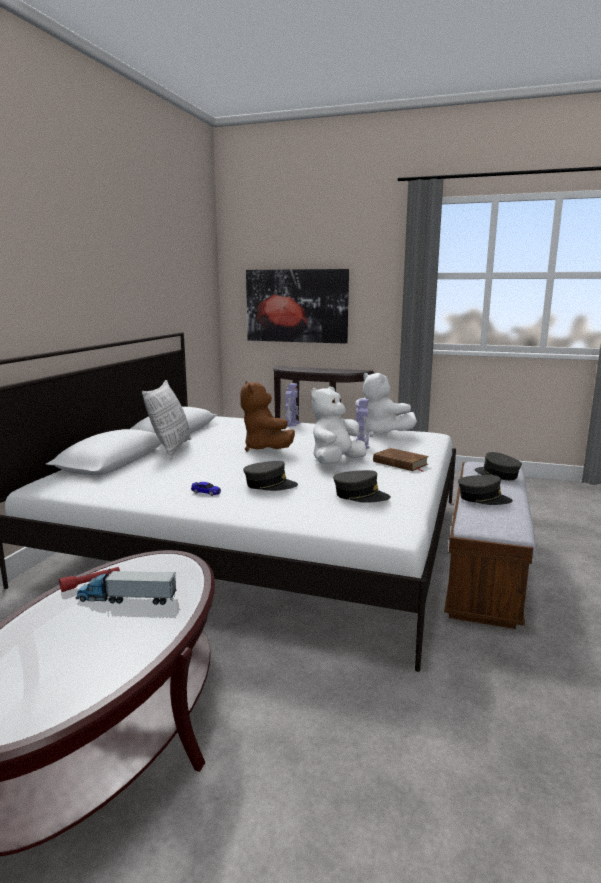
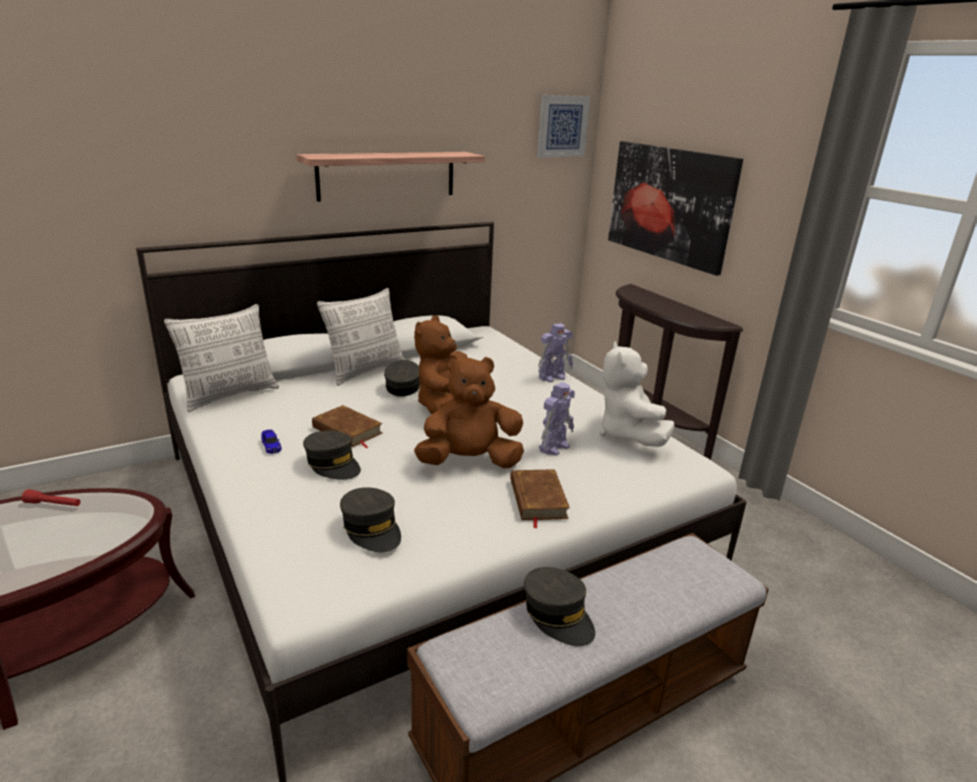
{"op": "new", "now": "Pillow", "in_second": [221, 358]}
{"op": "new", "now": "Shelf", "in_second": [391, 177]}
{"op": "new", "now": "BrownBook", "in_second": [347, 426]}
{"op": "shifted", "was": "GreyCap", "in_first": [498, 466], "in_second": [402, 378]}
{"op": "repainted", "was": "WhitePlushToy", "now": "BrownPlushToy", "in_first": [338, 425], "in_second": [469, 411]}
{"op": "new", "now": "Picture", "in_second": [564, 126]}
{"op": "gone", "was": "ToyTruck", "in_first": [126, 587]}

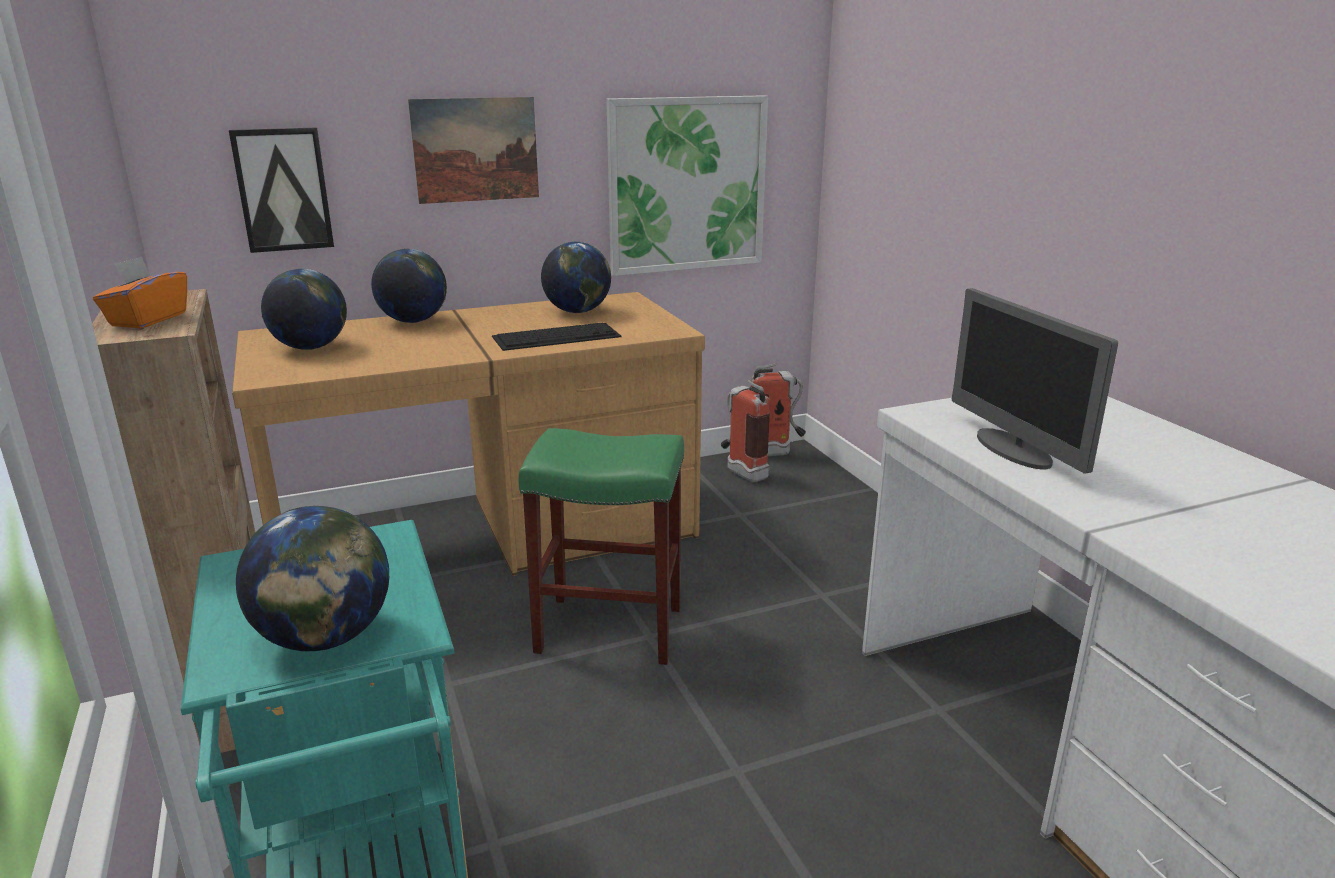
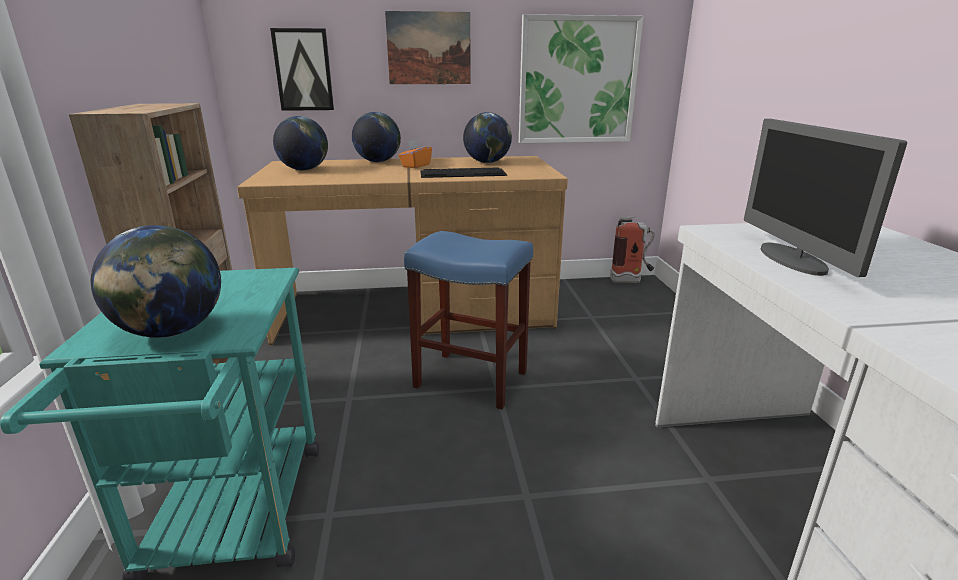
{"op": "shifted", "was": "OrangeTissueBox", "in_first": [140, 292], "in_second": [415, 153]}
{"op": "repainted", "was": "GreenStool", "now": "BlueStool", "in_first": [601, 546], "in_second": [468, 320]}
{"op": "gone", "was": "FireExtinguisher", "in_first": [745, 431]}

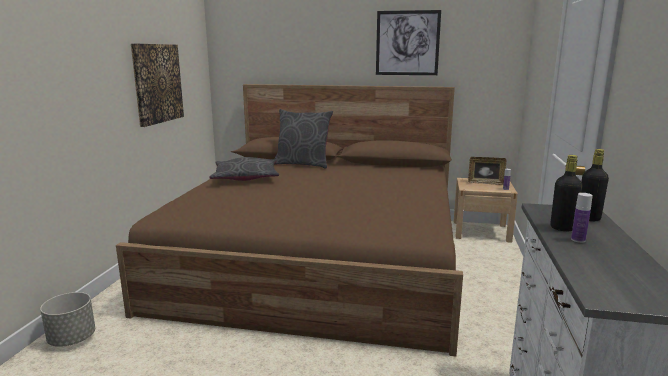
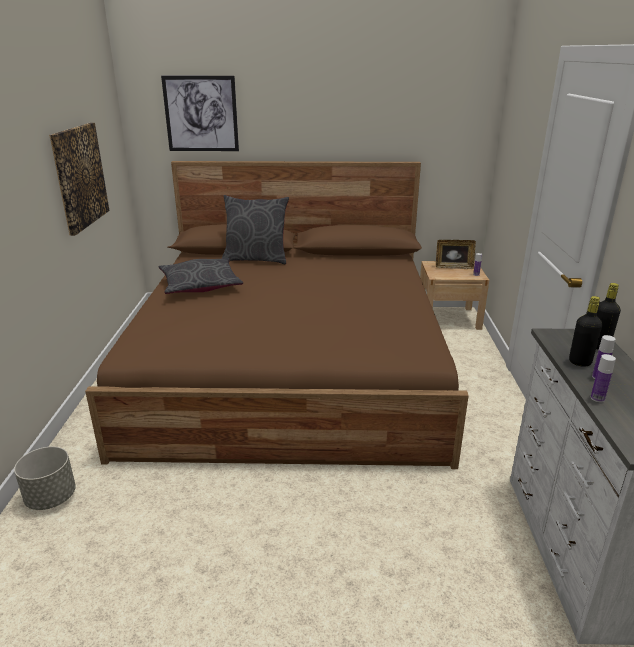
{"op": "shifted", "was": "Picture", "in_first": [408, 42], "in_second": [200, 113]}
{"op": "new", "now": "Bottle", "in_second": [603, 378]}

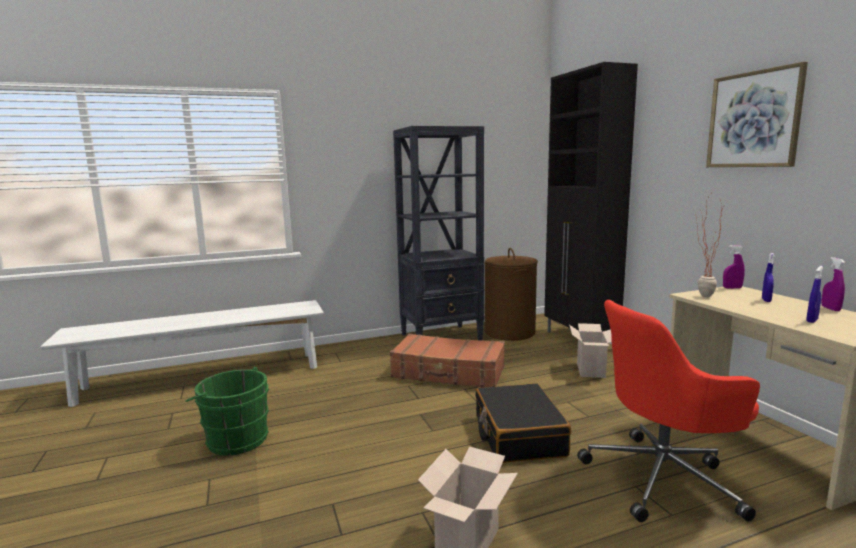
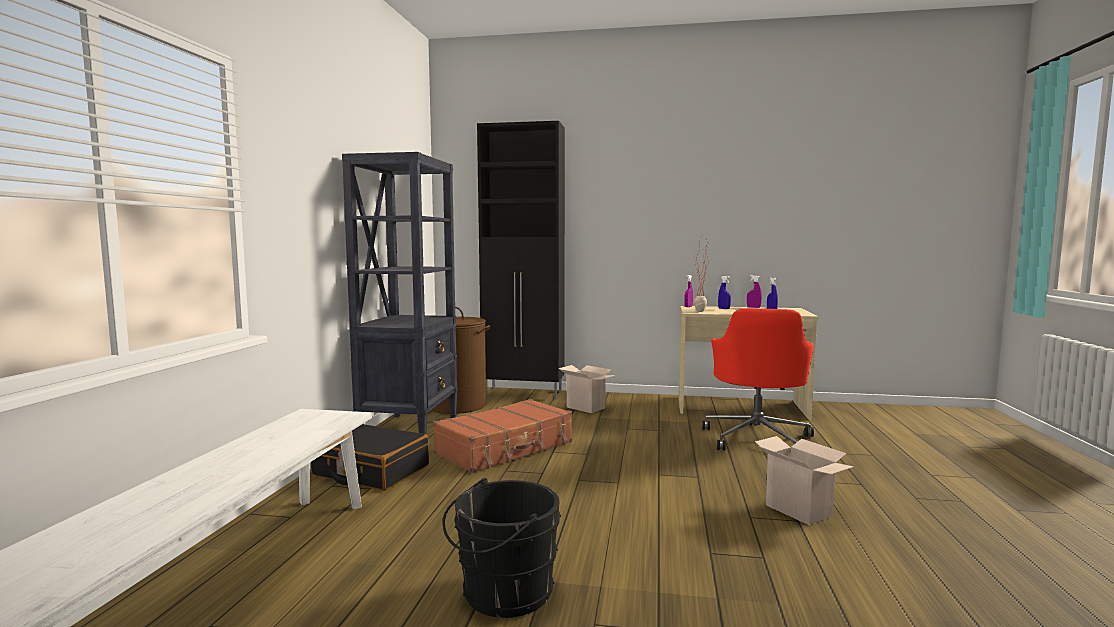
{"op": "shifted", "was": "BlackSuitcase", "in_first": [523, 423], "in_second": [370, 457]}
{"op": "repainted", "was": "GreenBucket", "now": "BlackBucket", "in_first": [227, 411], "in_second": [501, 548]}
{"op": "gone", "was": "Picture", "in_first": [757, 114]}

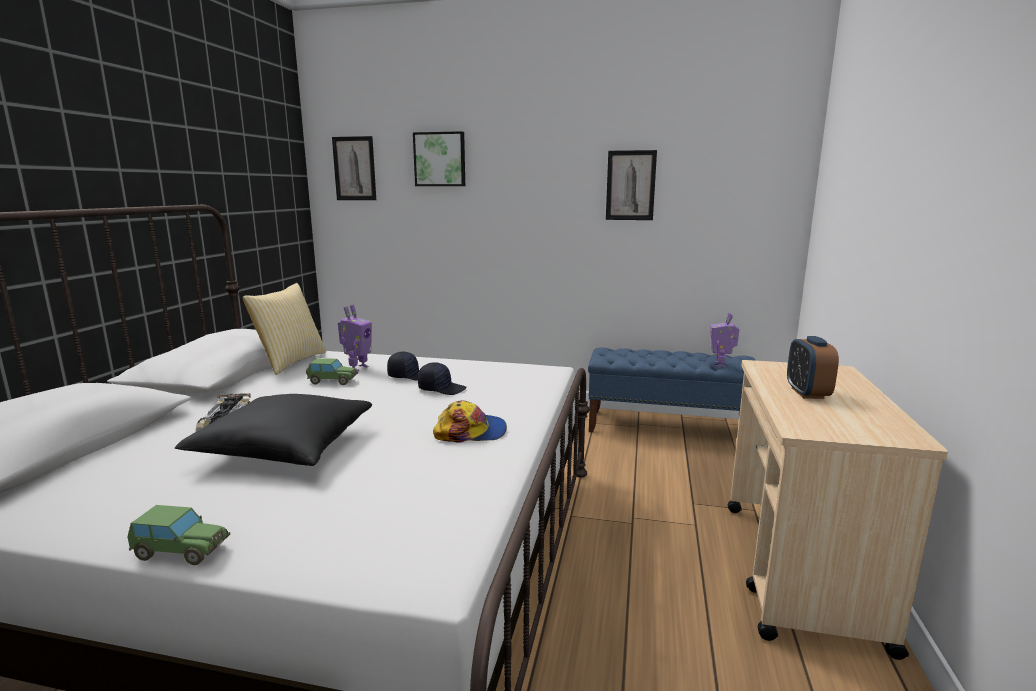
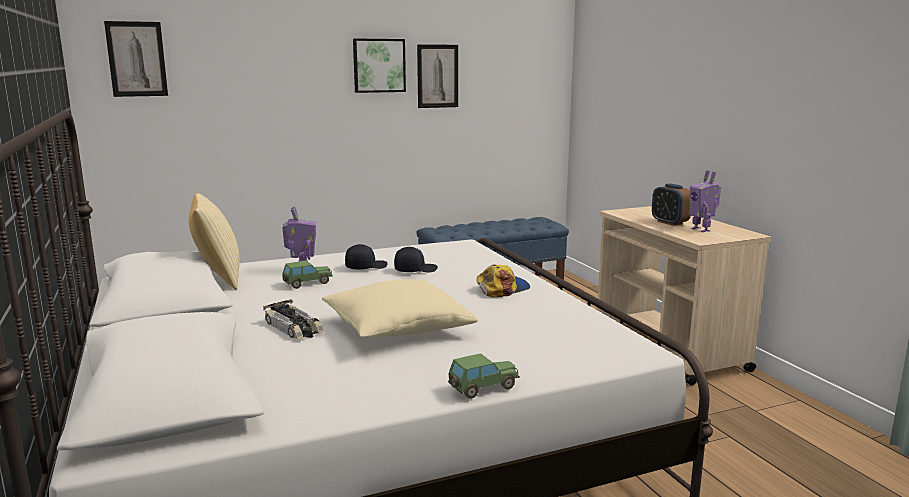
{"op": "repainted", "was": "BlackPillow", "now": "BeigePillow", "in_first": [273, 430], "in_second": [400, 308]}
{"op": "shifted", "was": "Picture", "in_first": [439, 158], "in_second": [379, 66]}
{"op": "shifted", "was": "ToyRobot", "in_first": [725, 340], "in_second": [705, 201]}

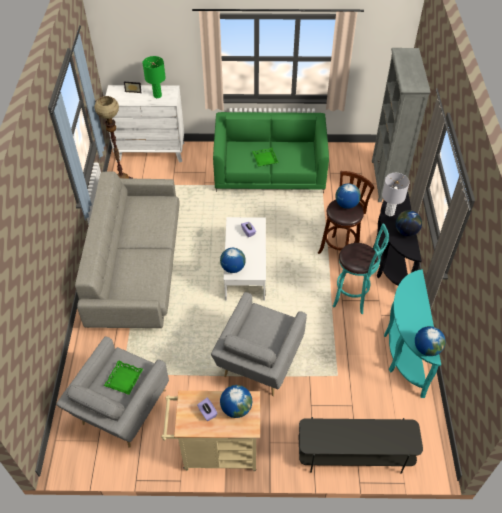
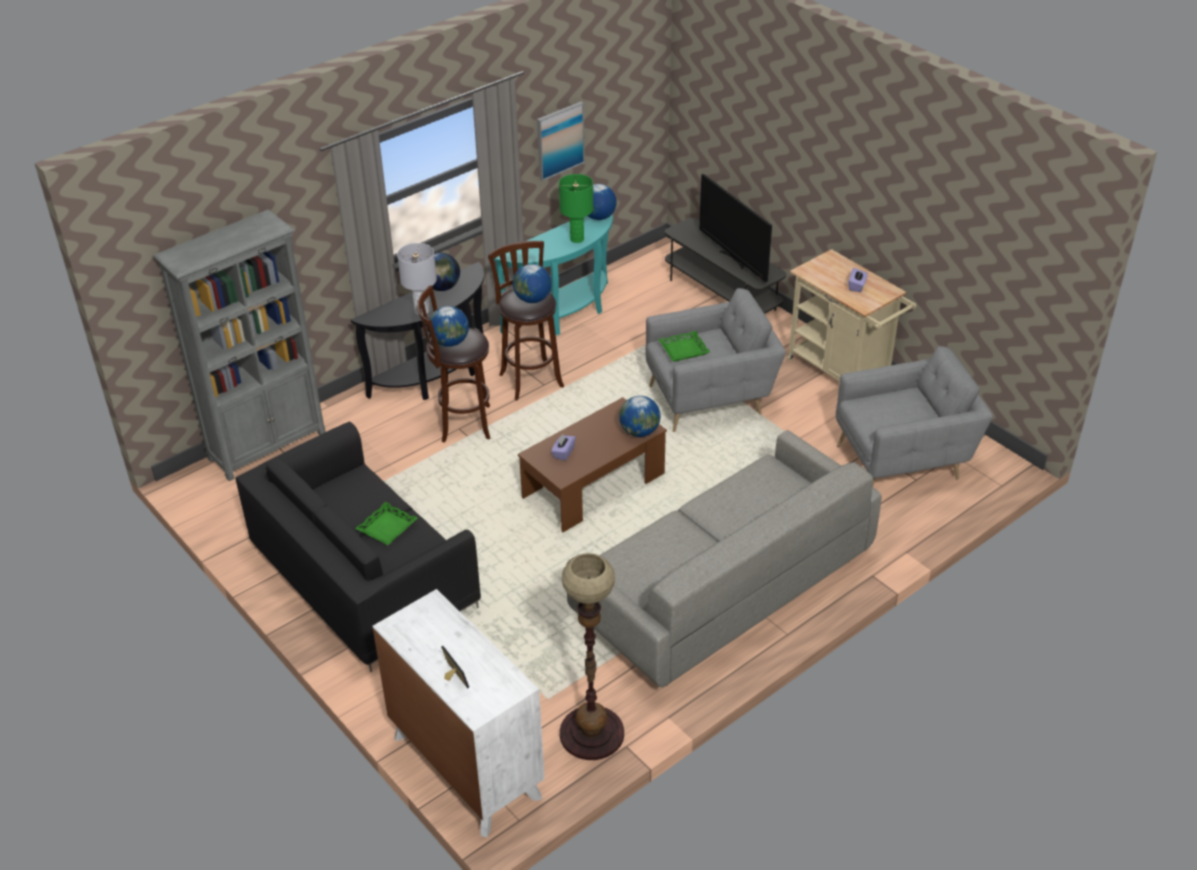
{"op": "repainted", "was": "GreenSofa", "now": "BlackSofa", "in_first": [271, 152], "in_second": [358, 547]}
{"op": "repainted", "was": "TurquoiseStool", "now": "BrownStool", "in_first": [360, 268], "in_second": [526, 321]}
{"op": "shifted", "was": "Globe", "in_first": [236, 401], "in_second": [532, 283]}
{"op": "repainted", "was": "WhiteCoffeeTable", "now": "BrownCoffeeTable", "in_first": [245, 259], "in_second": [592, 464]}
{"op": "new", "now": "Picture", "in_second": [561, 141]}
{"op": "shifted", "was": "GreenTableLamp", "in_first": [154, 77], "in_second": [576, 208]}
{"op": "shifted", "was": "GreenTray", "in_first": [123, 377], "in_second": [684, 346]}
{"op": "new", "now": "Television", "in_second": [735, 228]}

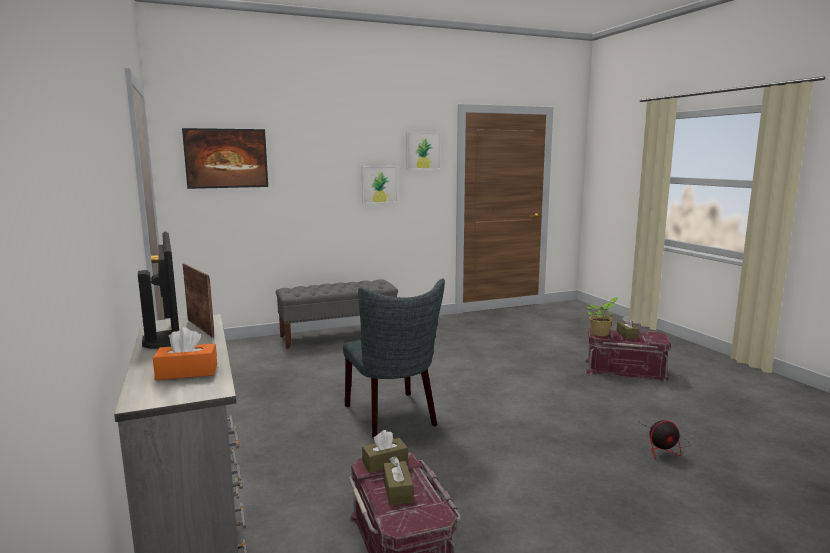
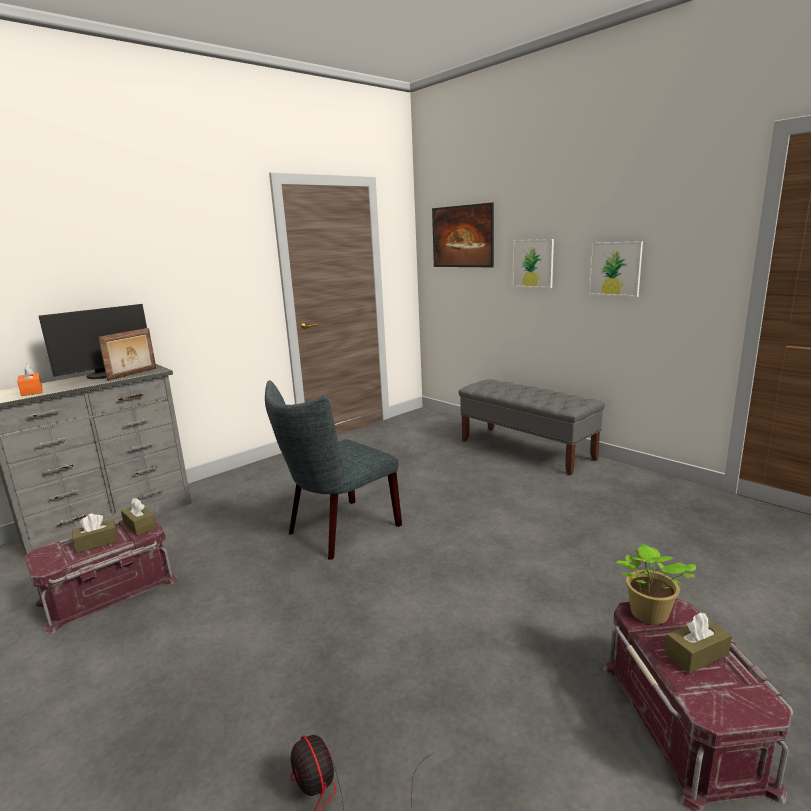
{"op": "shifted", "was": "Picture", "in_first": [423, 151], "in_second": [533, 263]}

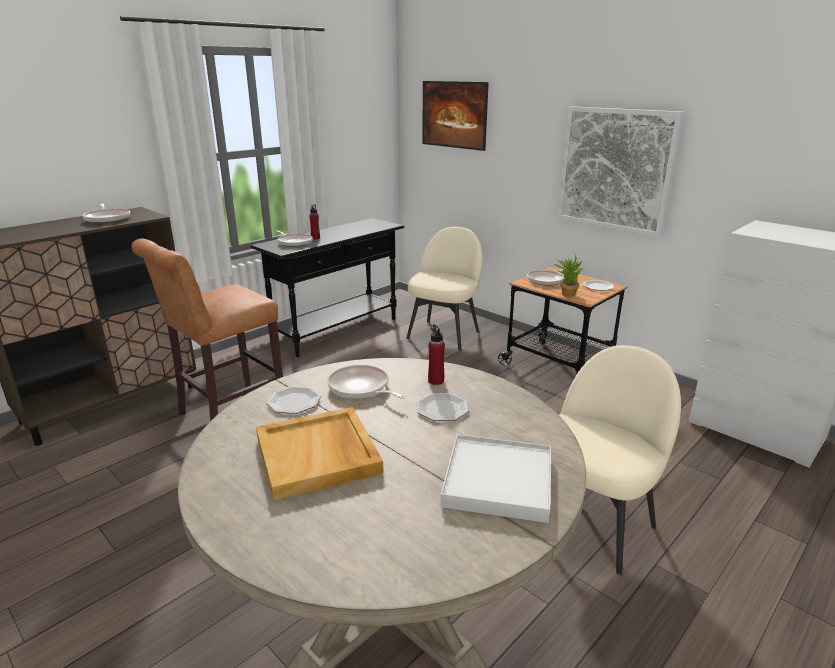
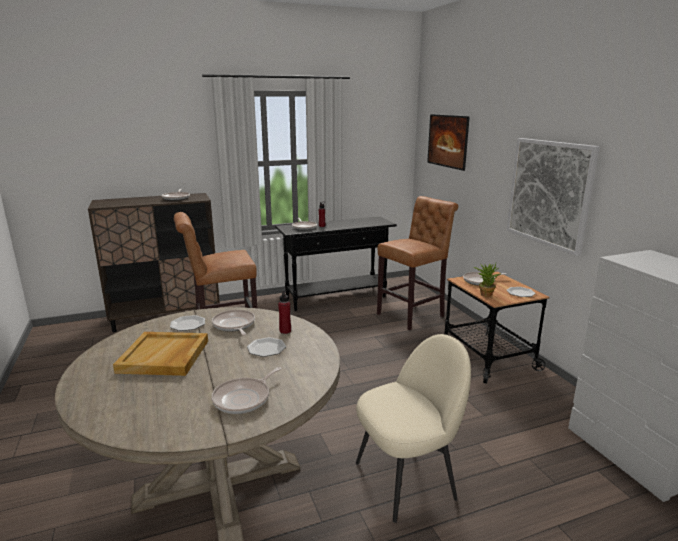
{"op": "swapped", "was": "WhiteTray", "now": "FryingPan", "in_first": [495, 478], "in_second": [246, 390]}
{"op": "swapped", "was": "BeigeChair", "now": "BrownStool", "in_first": [444, 288], "in_second": [417, 263]}

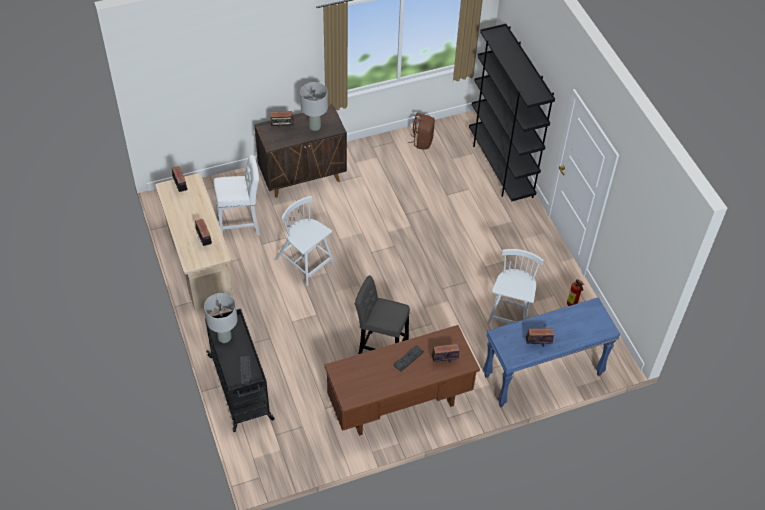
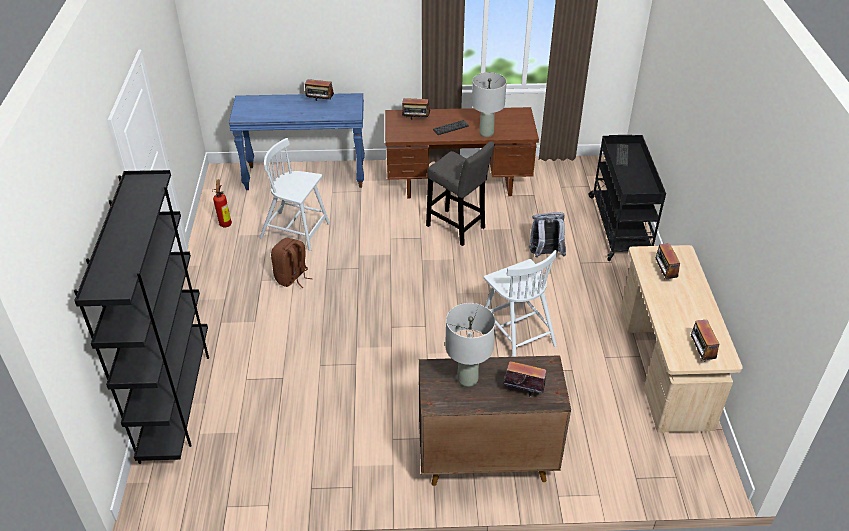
{"op": "rotated", "was": "WhiteChair", "in_first": [515, 287], "in_second": [295, 194], "clockwise": 75}
{"op": "shifted", "was": "BrownBackpack", "in_first": [421, 131], "in_second": [292, 263]}
{"op": "shifted", "was": "GreyTableLamp", "in_first": [221, 318], "in_second": [489, 104]}
{"op": "new", "now": "GreyBackpack", "in_second": [547, 235]}
{"op": "gone", "was": "WhiteStool", "in_first": [237, 195]}

